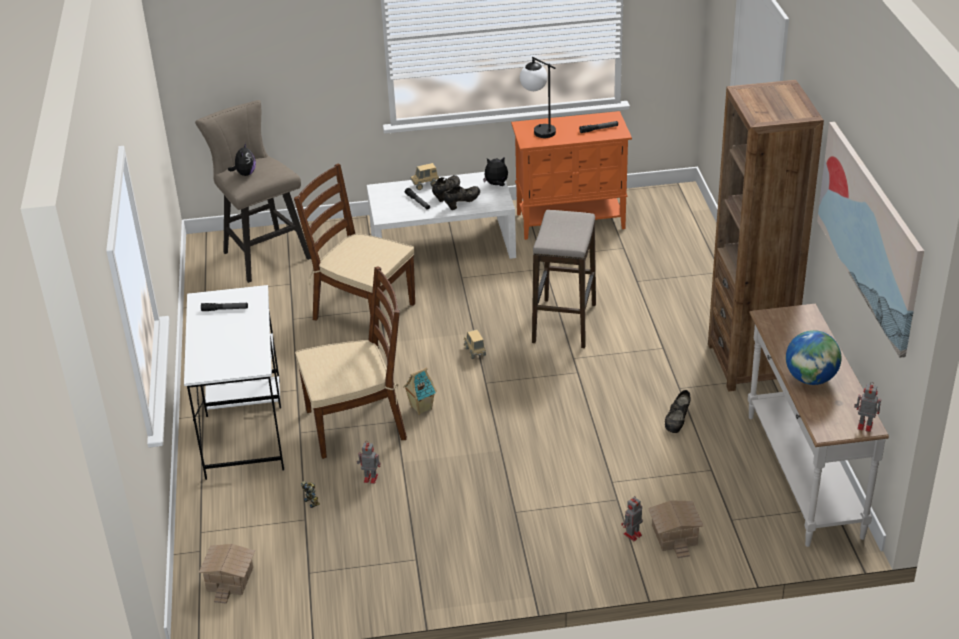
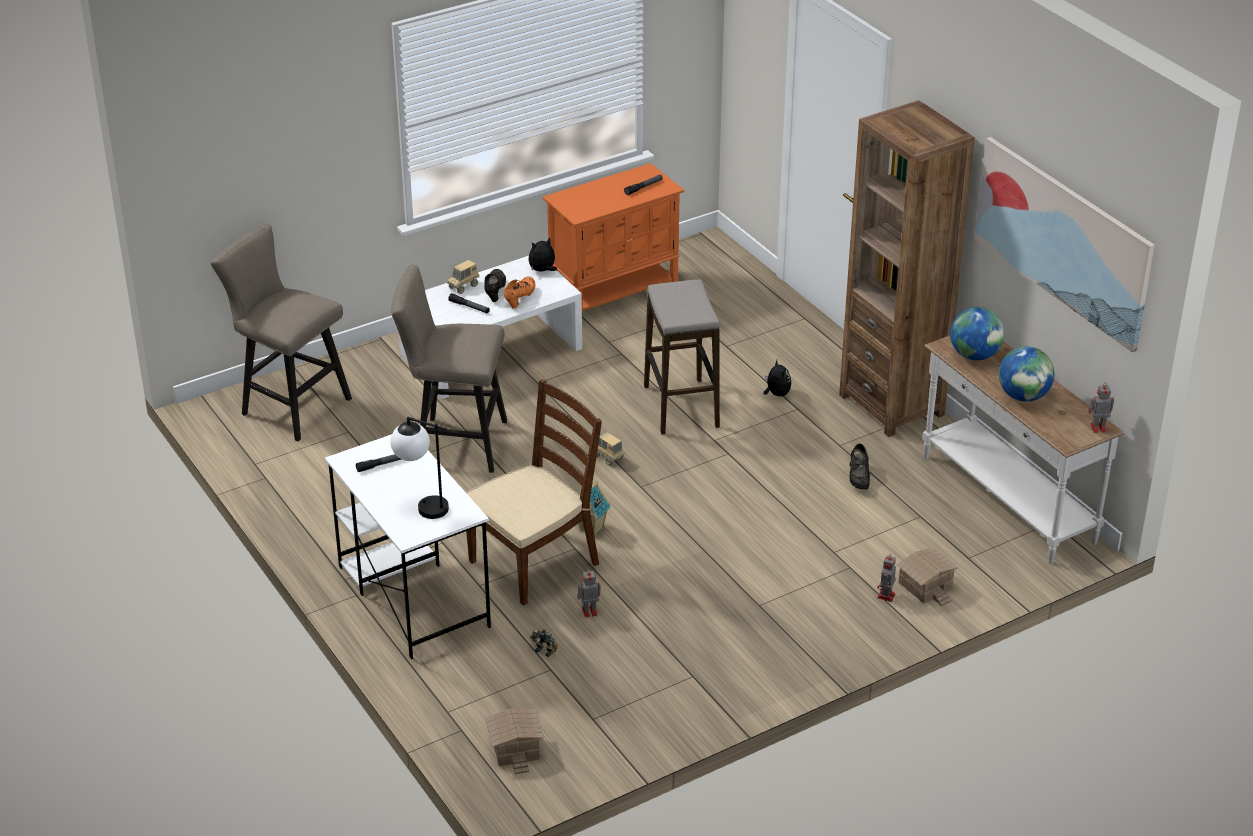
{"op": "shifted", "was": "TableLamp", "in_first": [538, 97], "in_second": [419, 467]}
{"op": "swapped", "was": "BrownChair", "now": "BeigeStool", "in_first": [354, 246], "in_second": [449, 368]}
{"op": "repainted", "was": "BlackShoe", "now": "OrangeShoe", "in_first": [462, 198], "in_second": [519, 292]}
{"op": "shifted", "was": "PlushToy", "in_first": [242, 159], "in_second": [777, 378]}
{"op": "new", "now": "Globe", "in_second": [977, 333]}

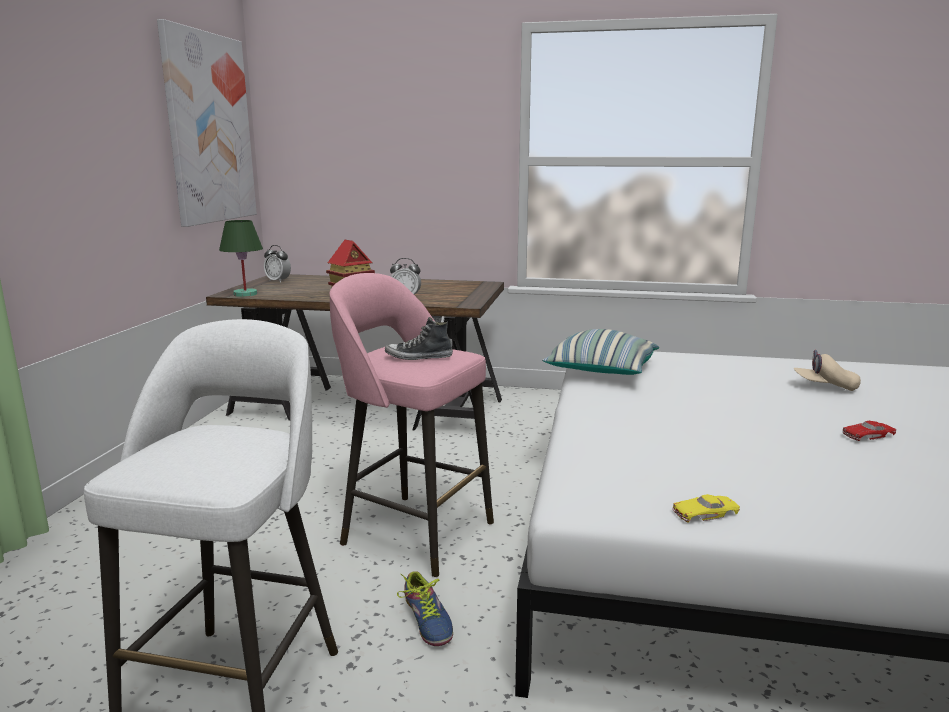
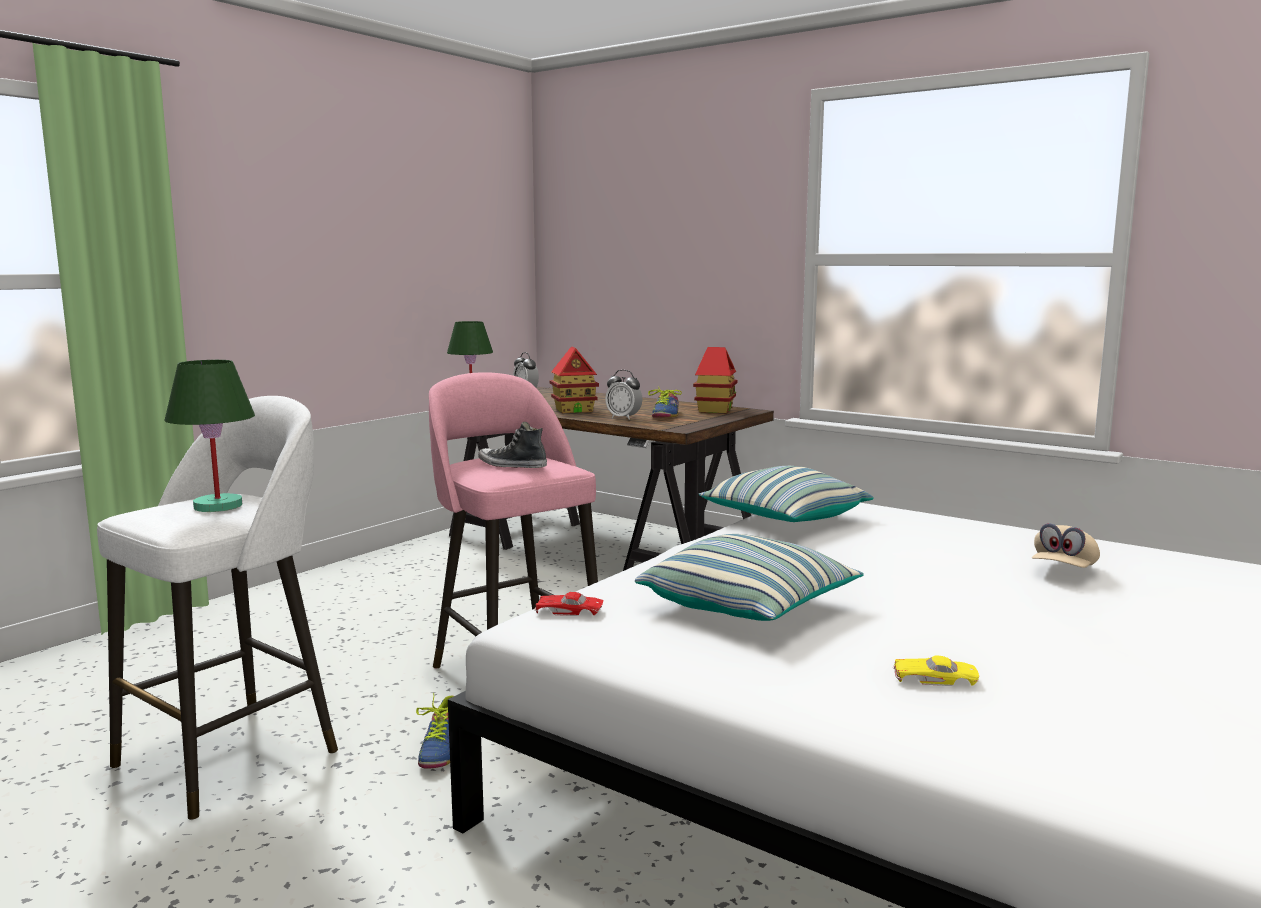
{"op": "new", "now": "GreenTableLamp", "in_second": [209, 436]}
{"op": "shifted", "was": "RedToyCar", "in_first": [869, 431], "in_second": [568, 604]}
{"op": "new", "now": "Pillow", "in_second": [749, 577]}
{"op": "new", "now": "Shoe", "in_second": [665, 401]}
{"op": "new", "now": "ToyHouse", "in_second": [715, 380]}
{"op": "shifted", "was": "YellowToyCar", "in_first": [706, 508], "in_second": [936, 670]}
{"op": "rotated", "was": "BeigeCap", "in_first": [827, 370], "in_second": [1066, 545], "clockwise": -90}
{"op": "gone", "was": "Picture", "in_first": [207, 123]}

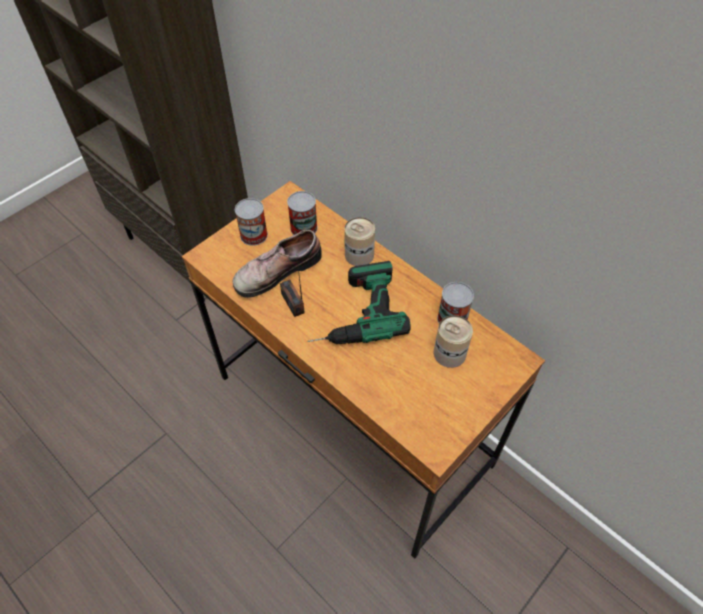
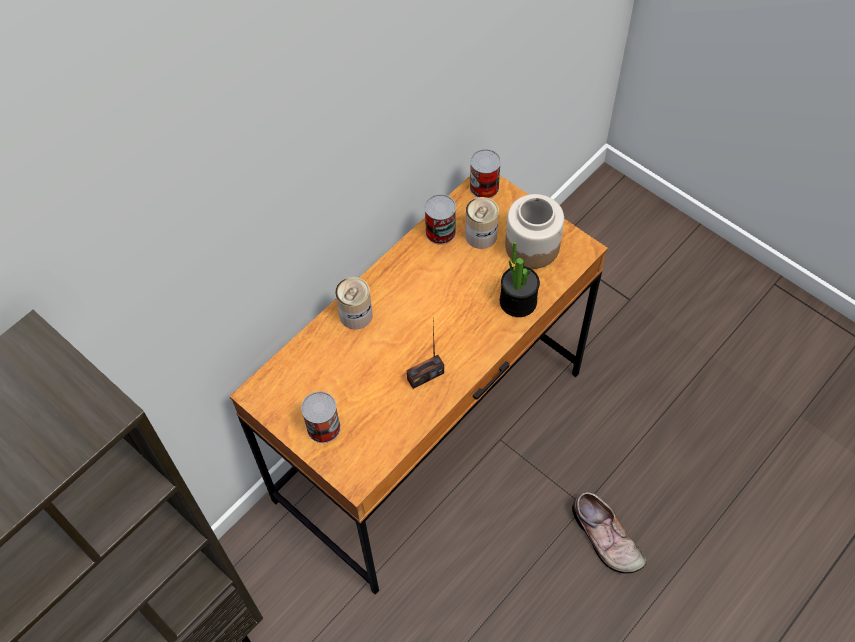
{"op": "shifted", "was": "Can", "in_first": [302, 213], "in_second": [485, 173]}
{"op": "new", "now": "PottedPlant", "in_second": [520, 279]}
{"op": "new", "now": "Jar", "in_second": [534, 231]}
{"op": "shifted", "was": "Shoe", "in_first": [277, 264], "in_second": [609, 533]}
{"op": "gone", "was": "PowerDrill", "in_first": [359, 302]}

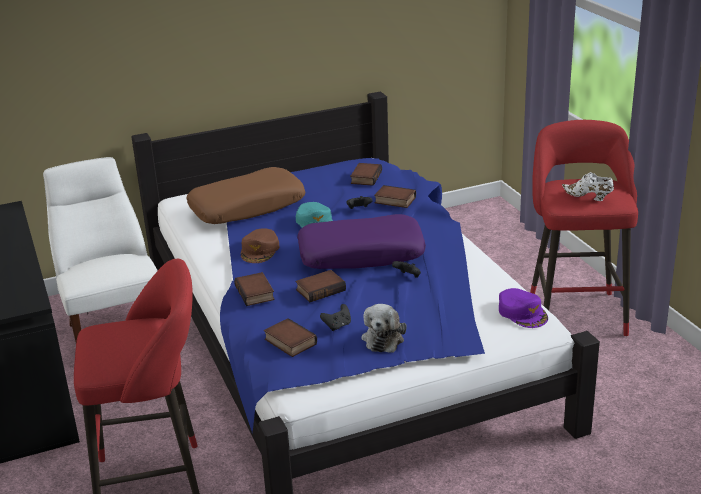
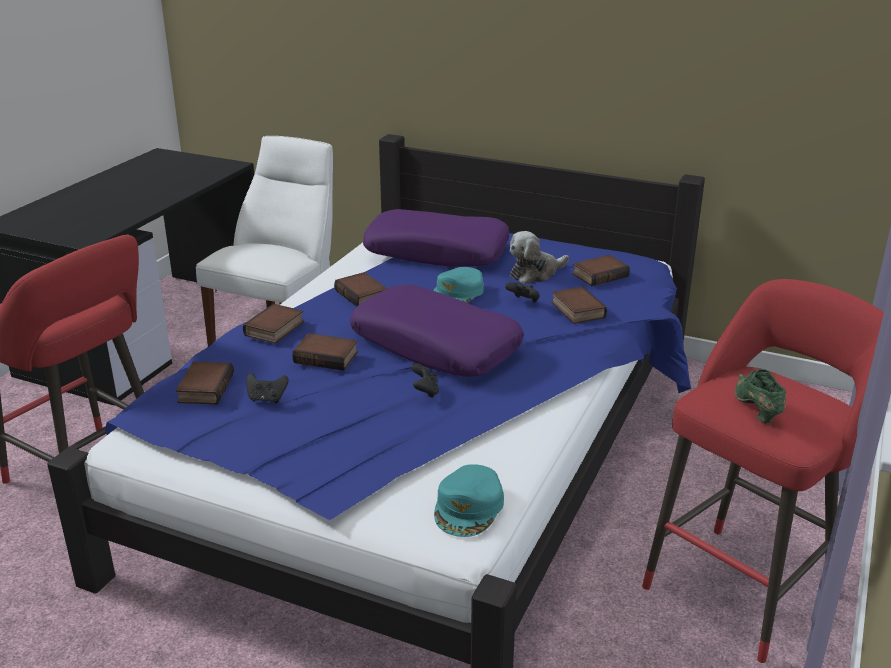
{"op": "swapped", "was": "BrownCap", "now": "Book", "in_first": [260, 245], "in_second": [361, 289]}
{"op": "repainted", "was": "BrownPillow", "now": "PurplePillow", "in_first": [245, 195], "in_second": [436, 238]}
{"op": "repainted", "was": "PurpleCap", "now": "TurquoiseCap", "in_first": [523, 308], "in_second": [469, 500]}
{"op": "shifted", "was": "PlushToy", "in_first": [384, 328], "in_second": [539, 257]}
{"op": "repainted", "was": "WhiteShoe", "now": "GreenShoe", "in_first": [588, 186], "in_second": [760, 396]}

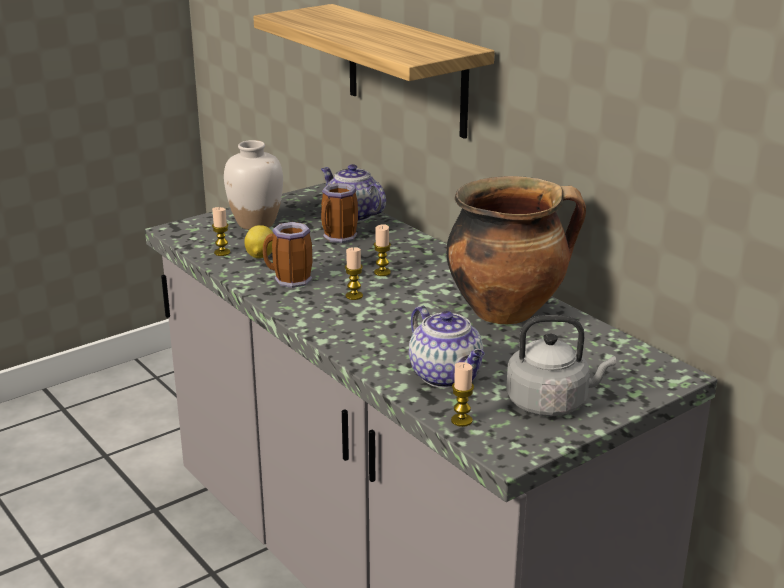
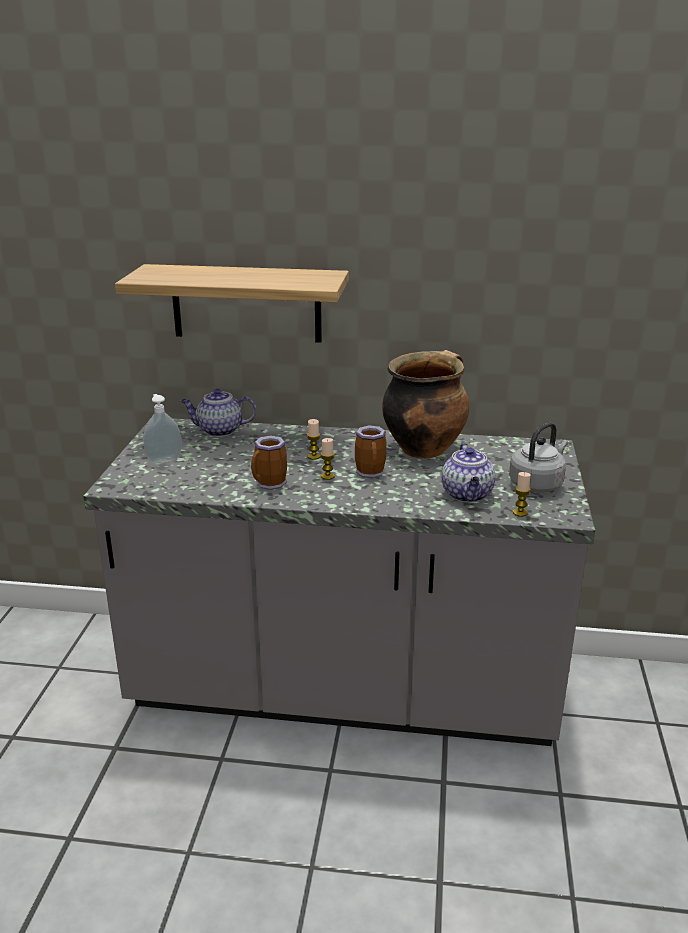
{"op": "swapped", "was": "WhiteVase", "now": "SoapDispenser", "in_first": [253, 185], "in_second": [163, 429]}
{"op": "shifted", "was": "Mug", "in_first": [339, 213], "in_second": [371, 451]}
{"op": "rotated", "was": "Teapot", "in_first": [447, 346], "in_second": [468, 473], "clockwise": 75}
{"op": "gone", "was": "Candle", "in_first": [221, 231]}
{"op": "gone", "was": "Lemon", "in_first": [259, 241]}

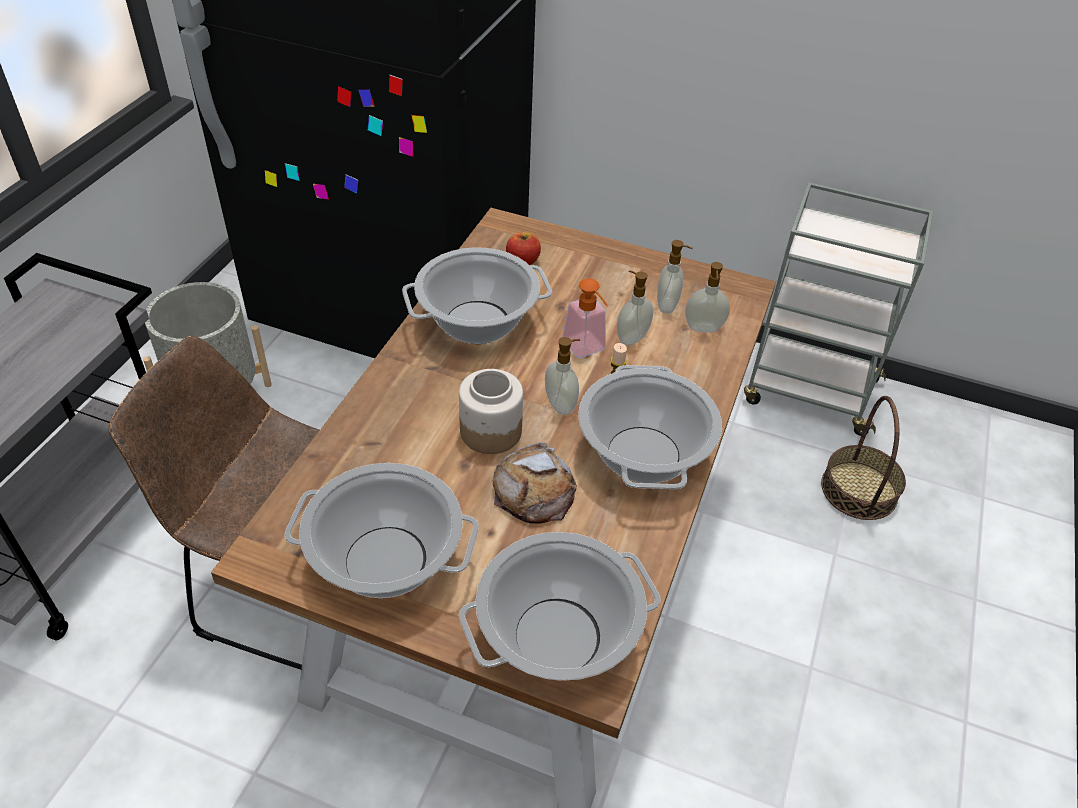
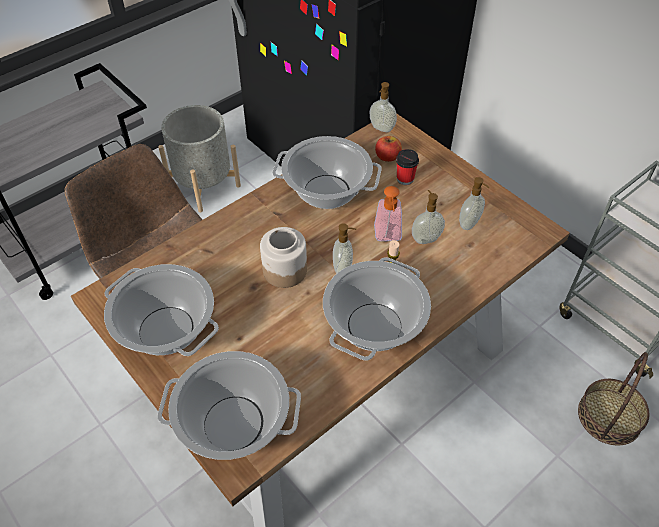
{"op": "shifted", "was": "SoapDispenser", "in_first": [707, 297], "in_second": [383, 107]}
{"op": "new", "now": "Cup", "in_second": [407, 167]}
{"op": "gone", "was": "Bread", "in_first": [535, 483]}

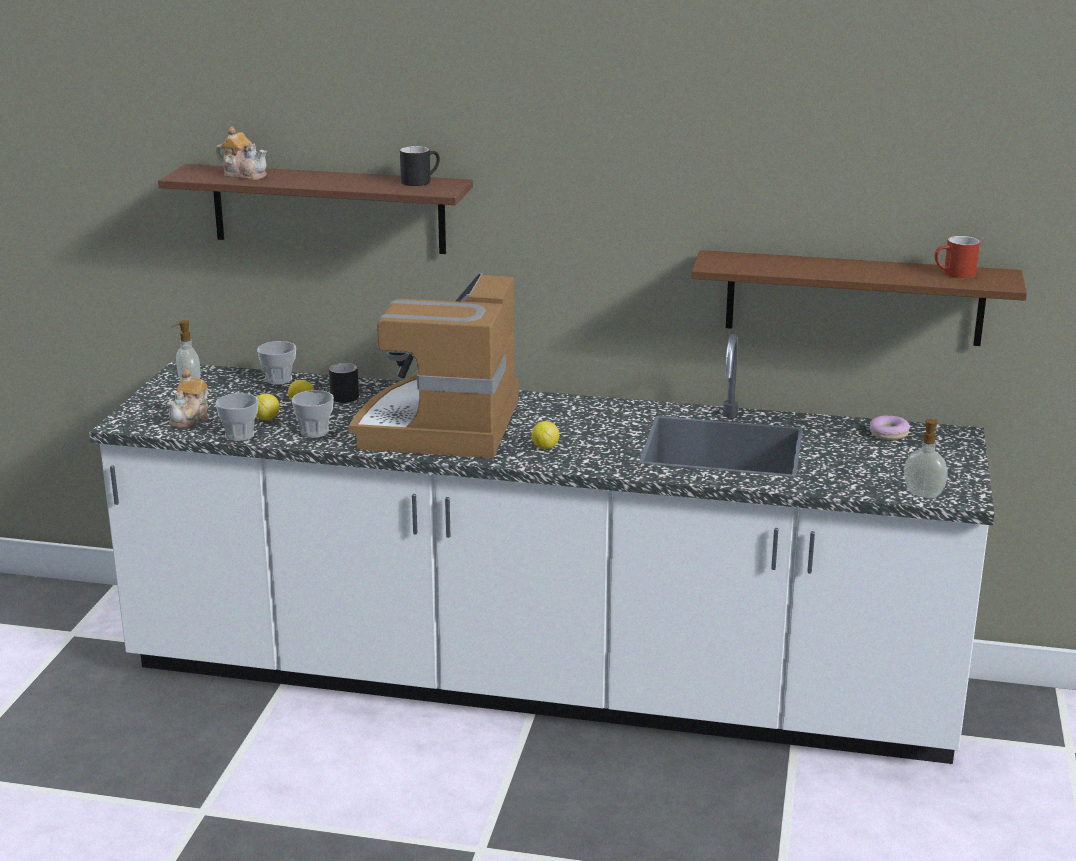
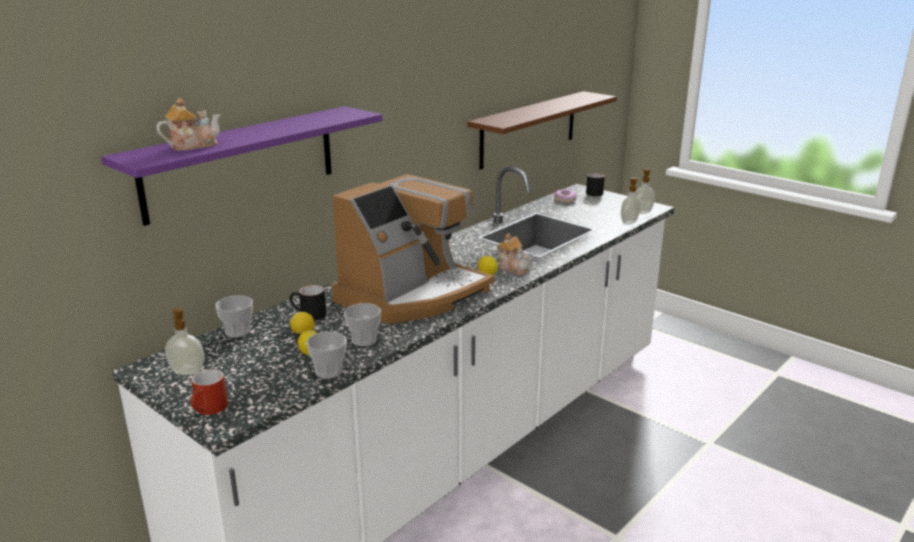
{"op": "repainted", "was": "BrownShelf", "now": "PurpleShelf", "in_first": [315, 209], "in_second": [241, 166]}
{"op": "shifted", "was": "RedMug", "in_first": [957, 257], "in_second": [209, 392]}
{"op": "rotated", "was": "CoffeeMachine", "in_first": [433, 365], "in_second": [412, 249], "clockwise": -90}
{"op": "shifted", "was": "Teapot", "in_first": [188, 399], "in_second": [513, 254]}
{"op": "shifted", "was": "BlackMug", "in_first": [420, 166], "in_second": [595, 184]}
{"op": "new", "now": "SoapDispenser", "in_second": [631, 201]}

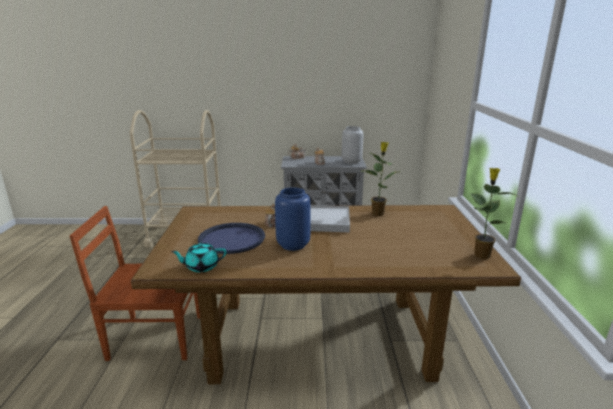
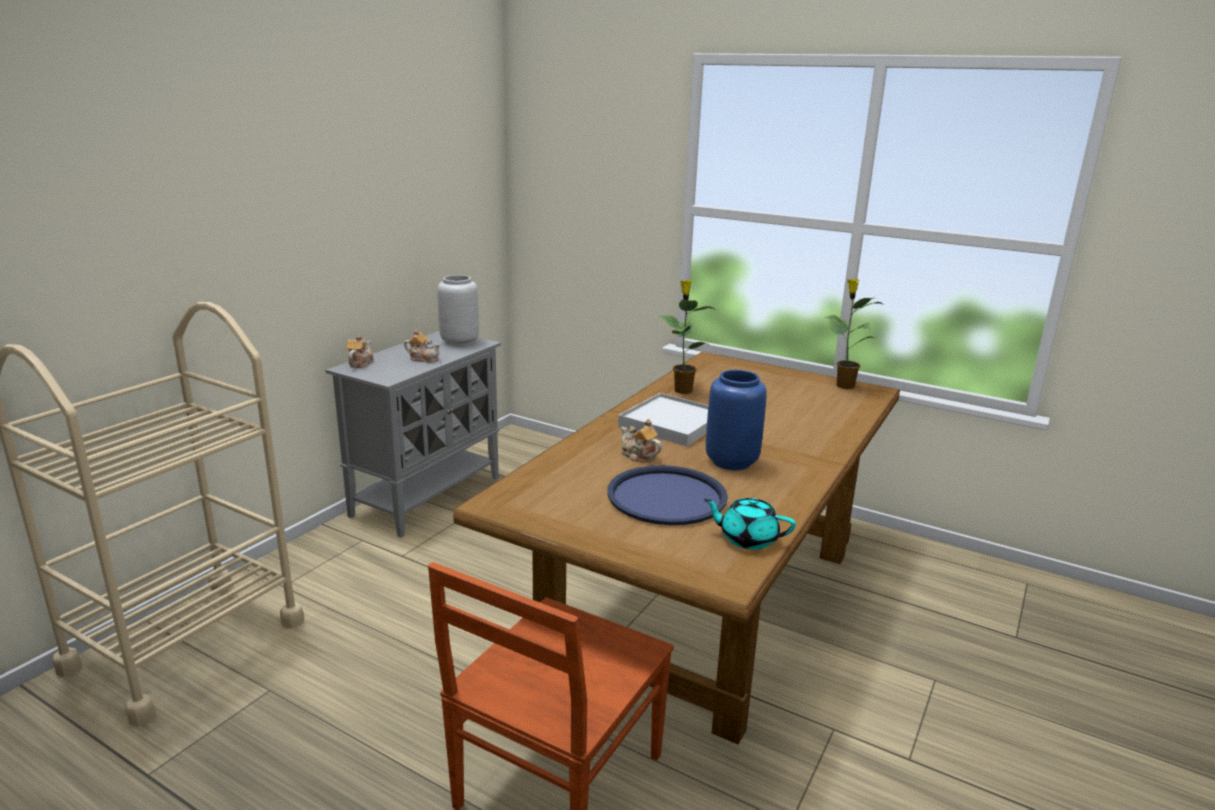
{"op": "rotated", "was": "TurquoiseTeapot", "in_first": [199, 257], "in_second": [750, 524], "clockwise": 90}

